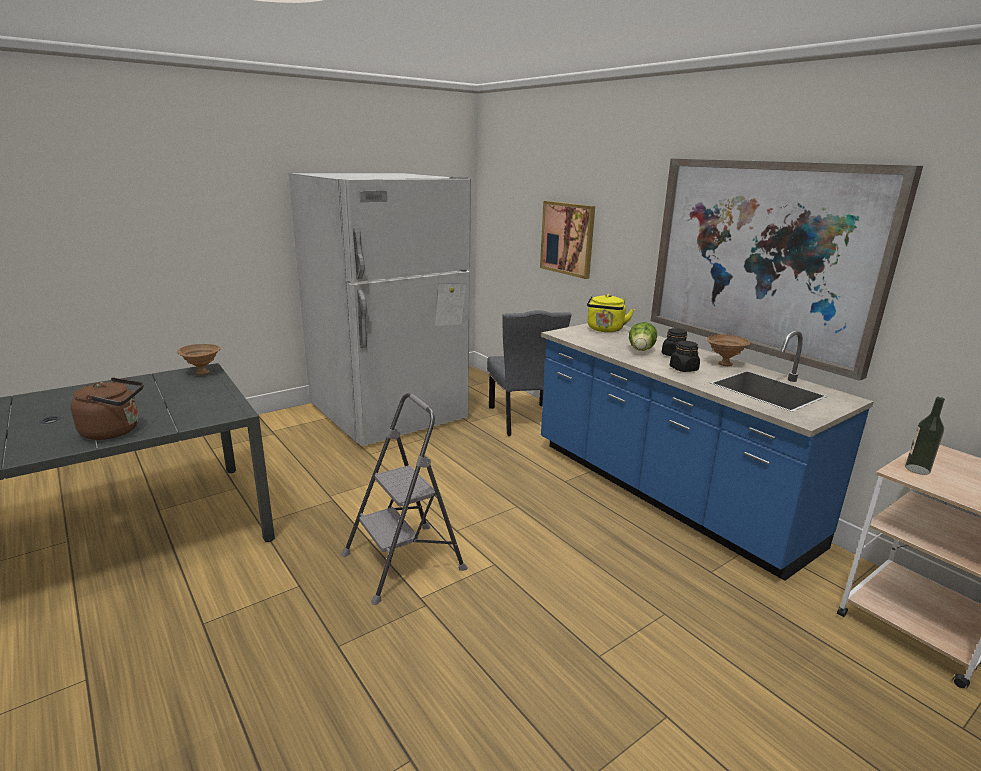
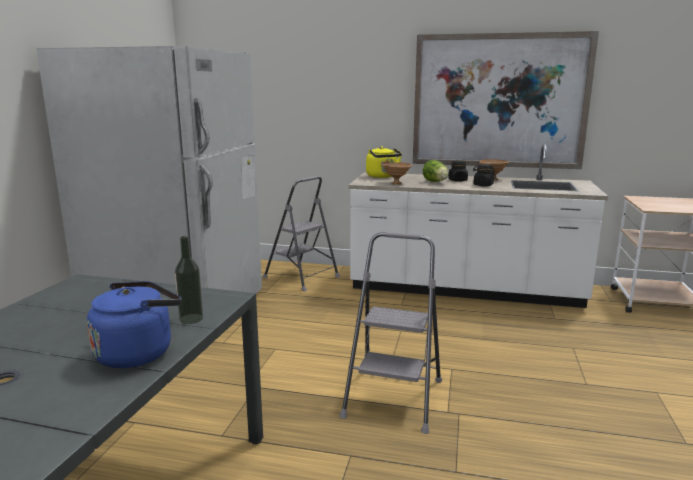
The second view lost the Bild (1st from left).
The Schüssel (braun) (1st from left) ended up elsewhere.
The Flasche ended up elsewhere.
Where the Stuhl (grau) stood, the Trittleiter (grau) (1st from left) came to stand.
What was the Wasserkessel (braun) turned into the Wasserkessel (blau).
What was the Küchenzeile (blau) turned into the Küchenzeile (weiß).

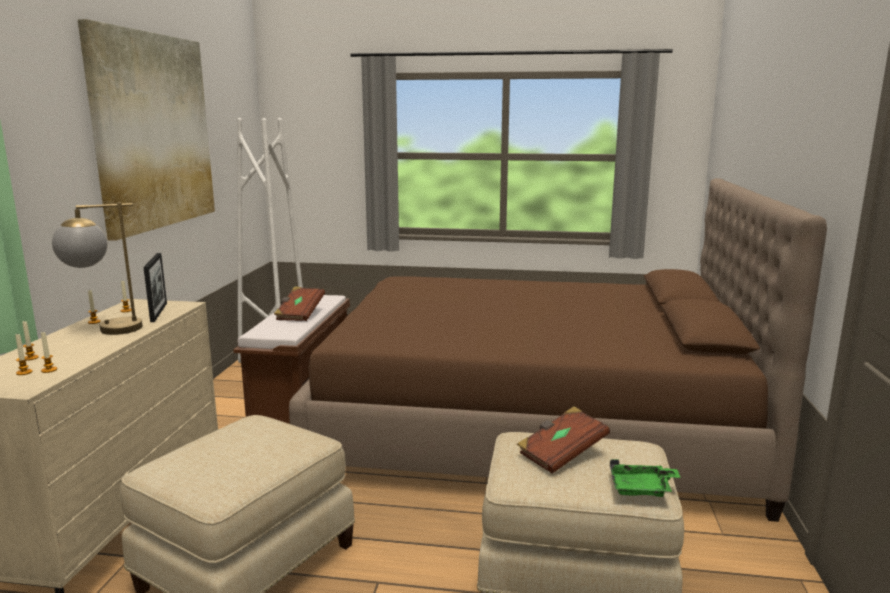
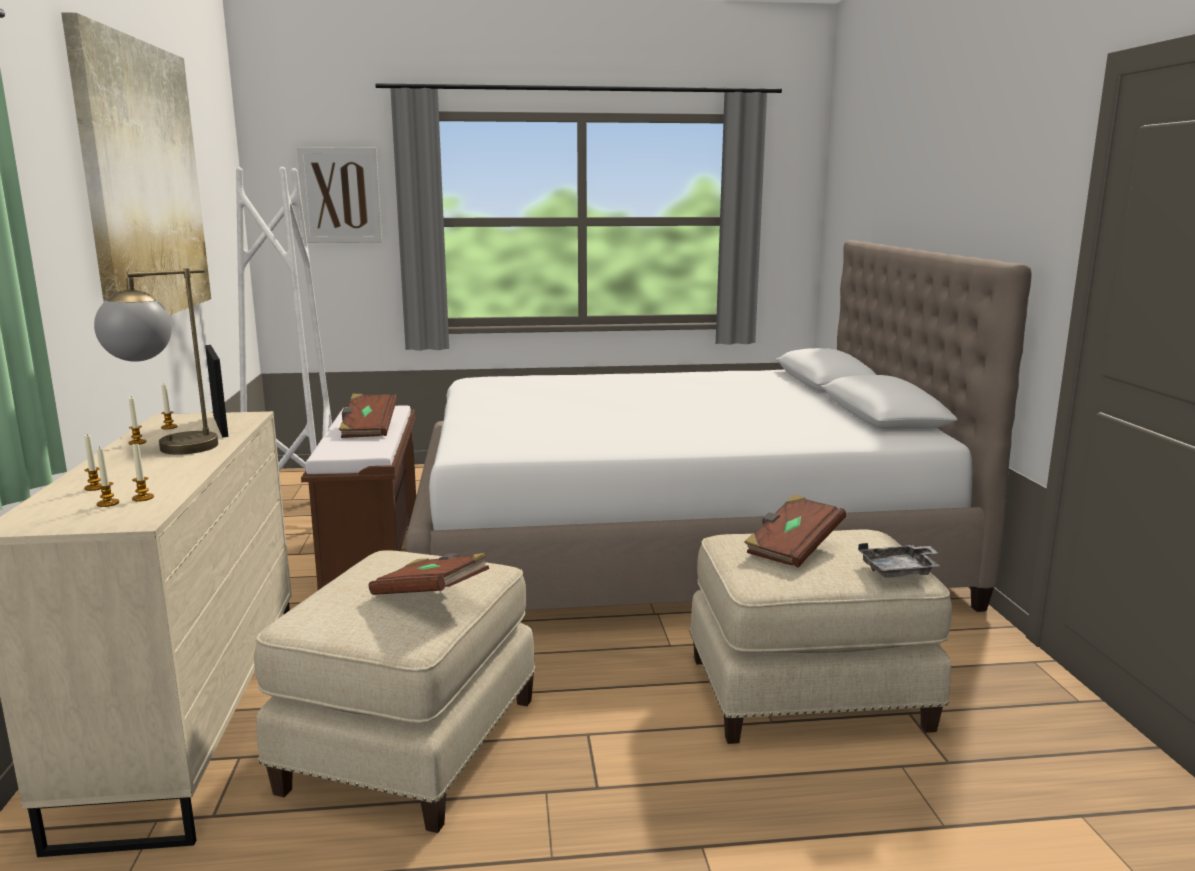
The second view gained the Bild (2nd from left).
The second view gained the Buch (braun) (2nd from left).
What was the Bett (braun) turned into the Bett (weiß).
What was the Tablett (grün) turned into the Tablett (grau).

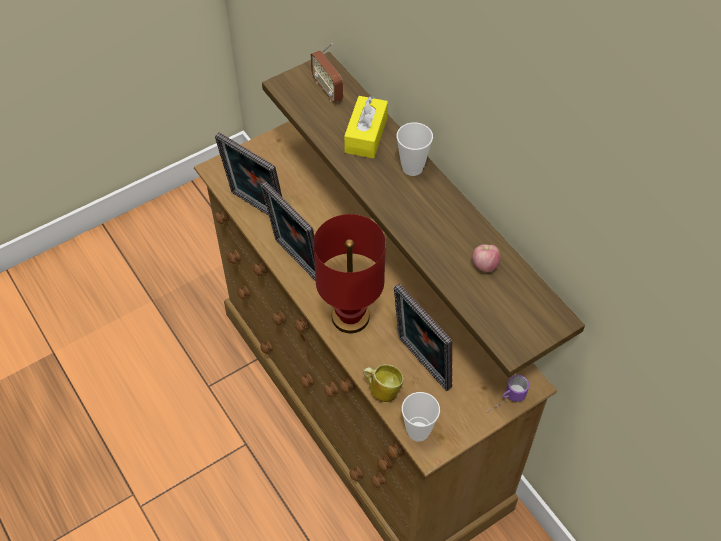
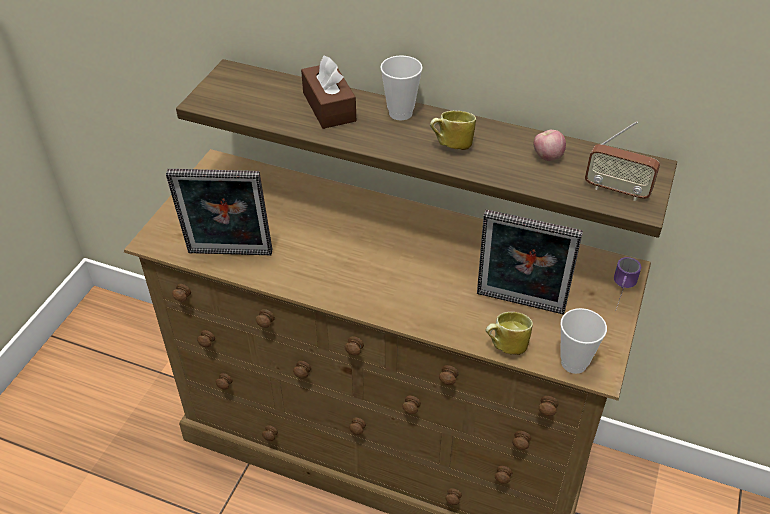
The second view lost the Bilderrahmen (2nd from left).
The second view lost the Tischlampe (rot).
The second view gained the Henkelbecher (1st from left).
The Radio ended up elsewhere.
What was the Taschentuchbox (gelb) turned into the Taschentuchbox (braun).

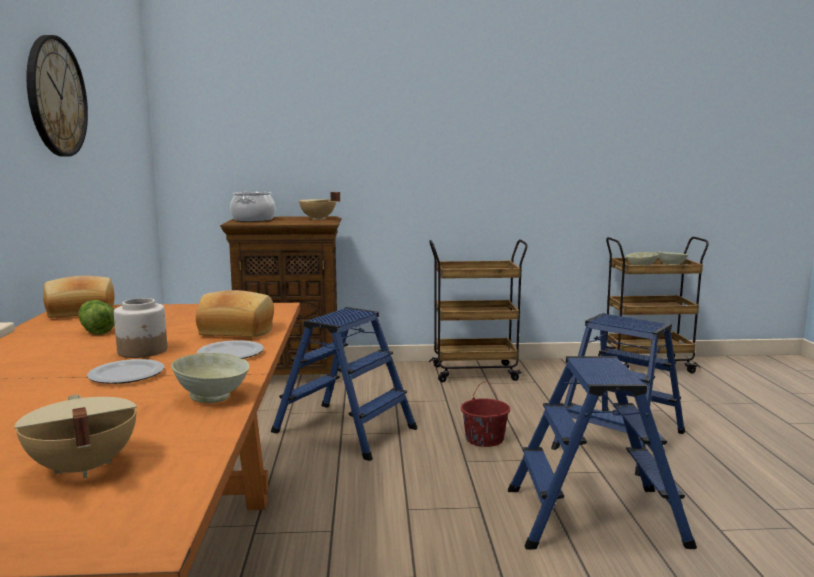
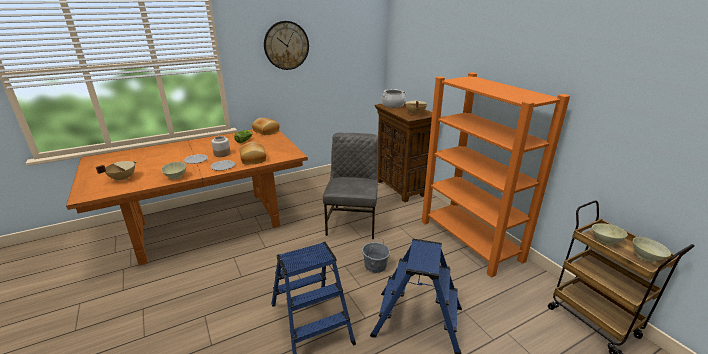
Where the Trittleiter (blau) (1st from left) stood, the Stuhl (grau) came to stand.
Where the Rollwagen (braun) (1st from left) stood, the Bücherregal (orange) came to stand.
What was the Eimer (rot) turned into the Eimer (grau).

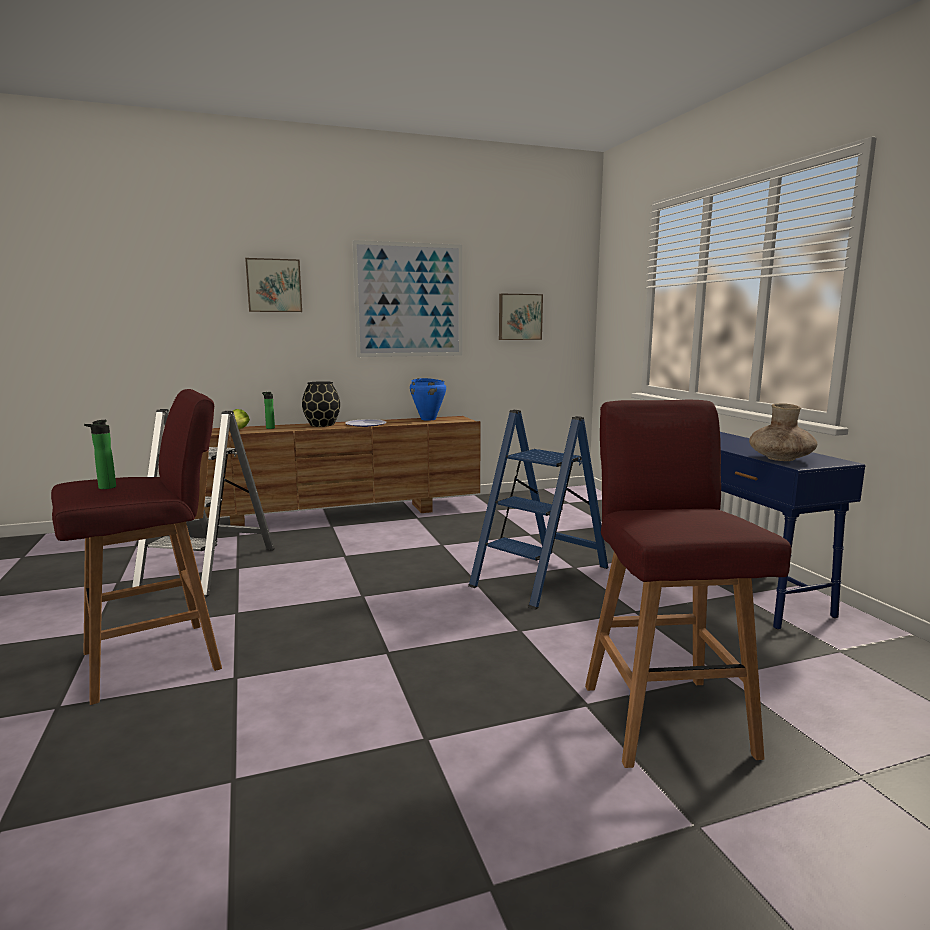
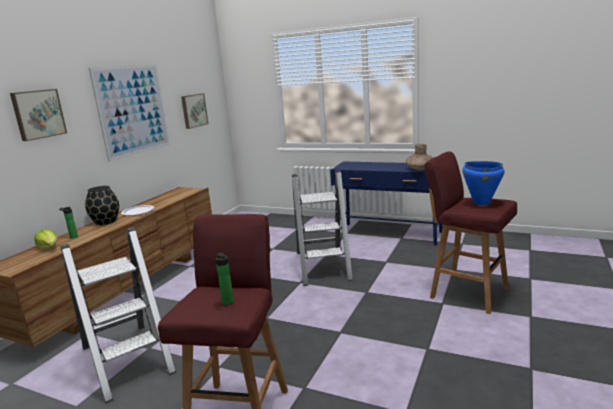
The Kochtopf (blau) ended up elsewhere.
What was the Trittleiter (blau) turned into the Trittleiter (grau) (2nd from left).

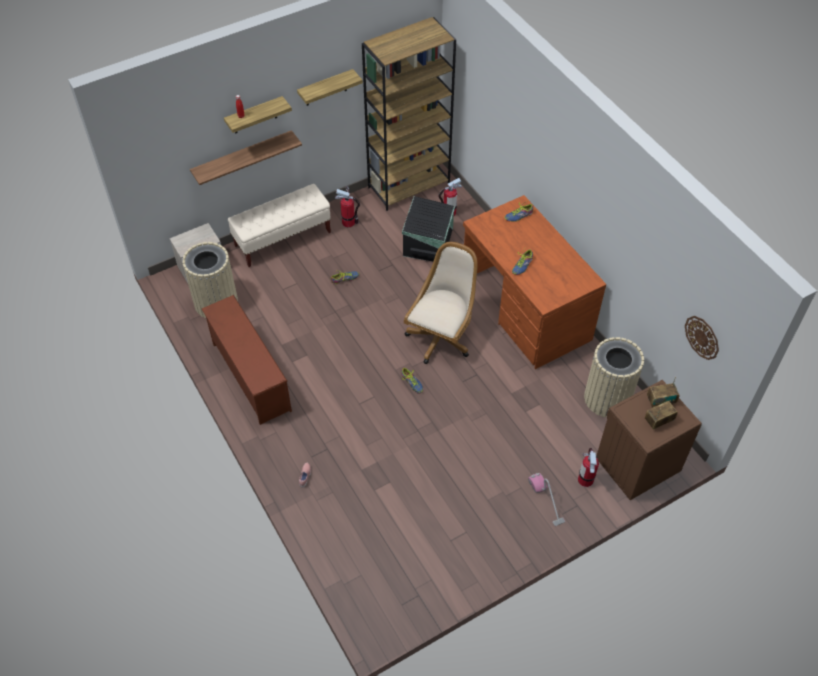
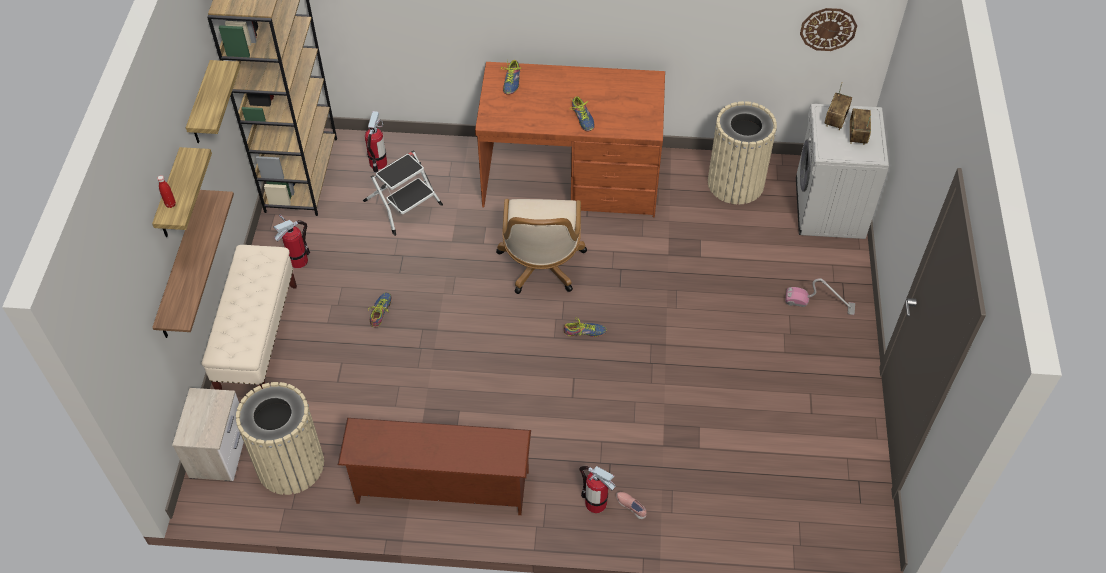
The Feuerlöscher (3rd from left) ended up elsewhere.
Where the Aufbewahrungsbox (schwarz) stood, the Trittleiter came to stand.
What was the Waschmaschine (braun) turned into the Waschmaschine (weiß).
The Bürostuhl ended up facing another way, 150 degrees counterclockwise from before.

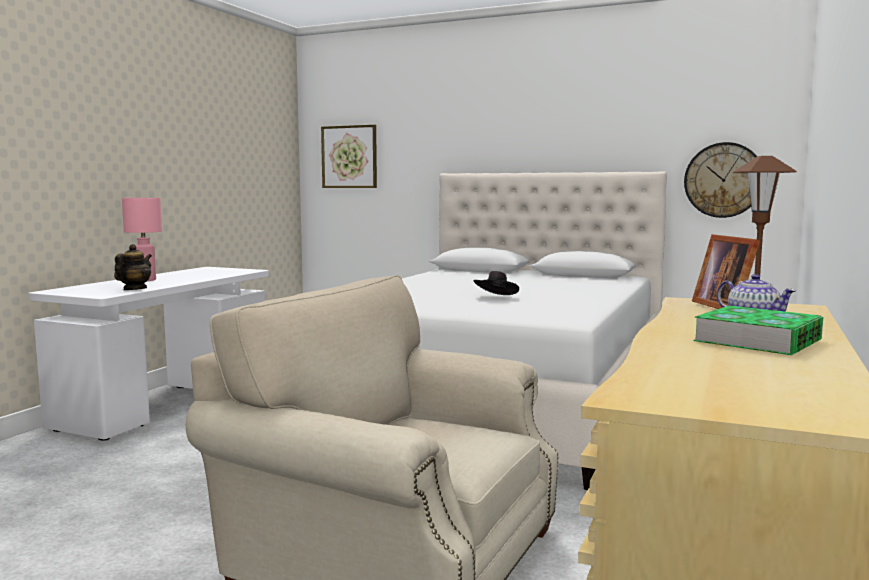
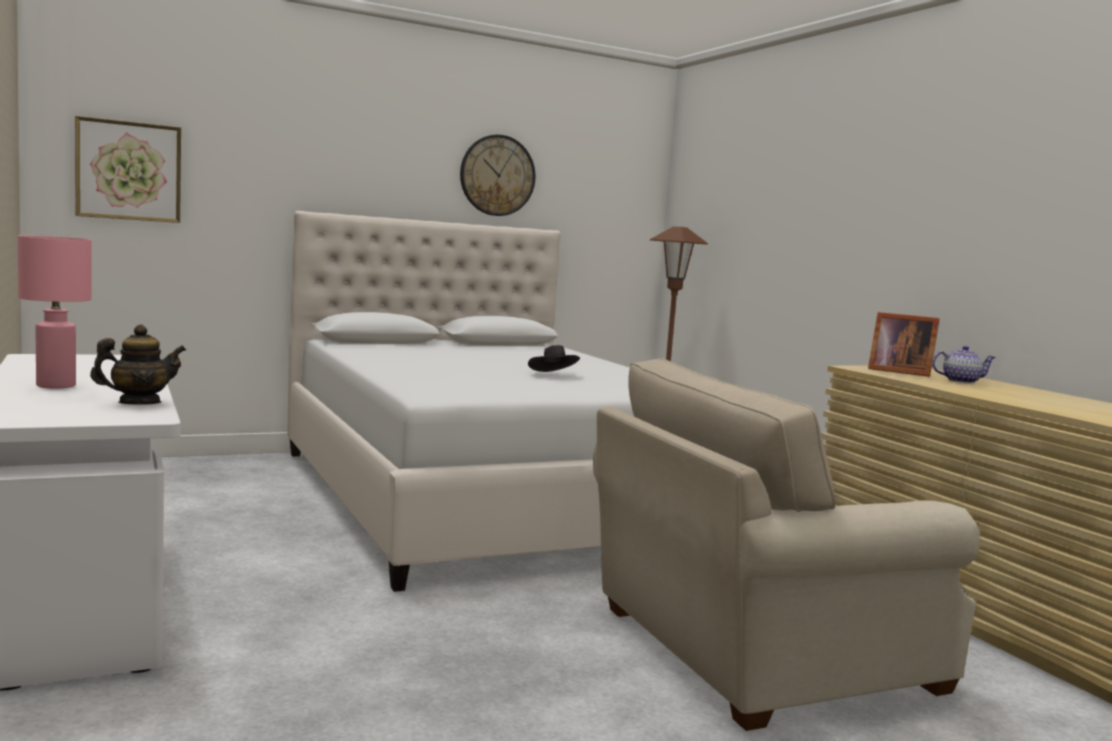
The second view lost the Buch.
The Wanduhr ended up elsewhere.
The Teekanne (1st from left) ended up facing another way, 90 degrees clockwise from before.

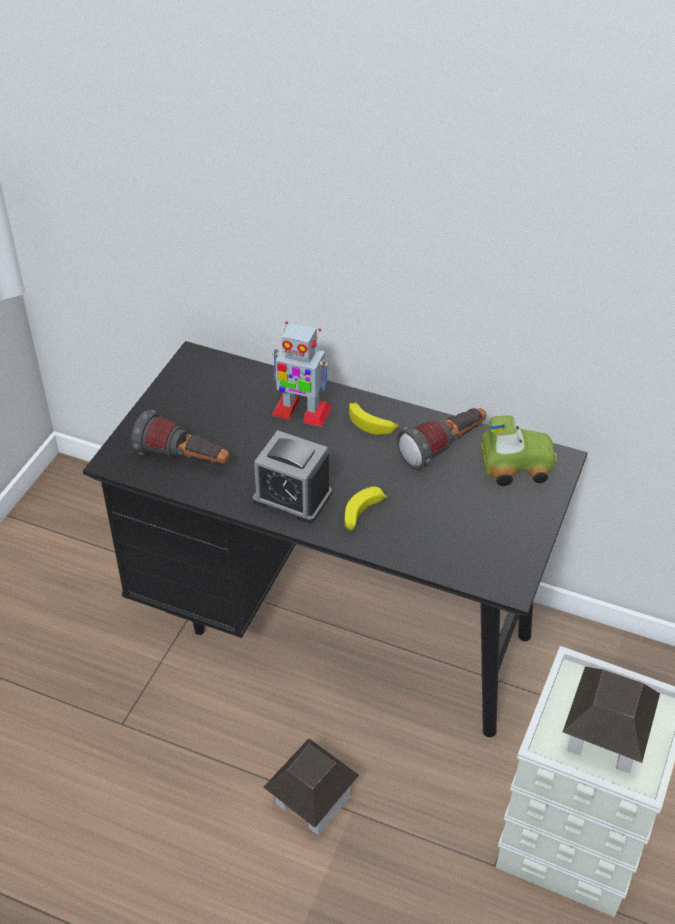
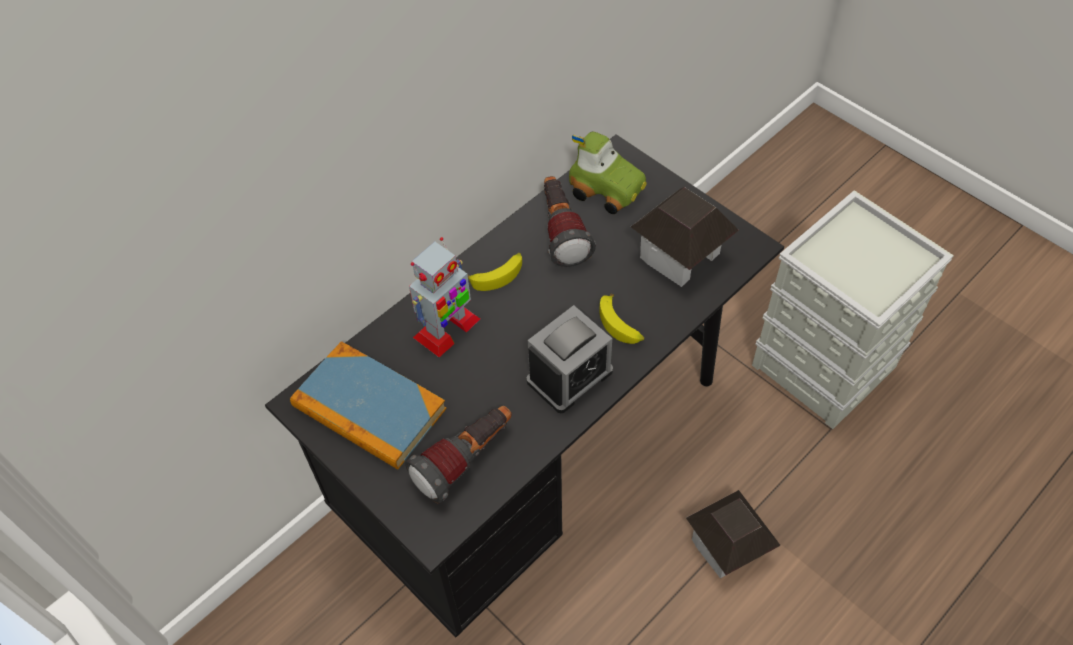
The second view gained the Buch.
The Spielzeughaus (2nd from left in the first image) ended up elsewhere.
The Spielzeugauto ended up facing another way, 105 degrees clockwise from before.

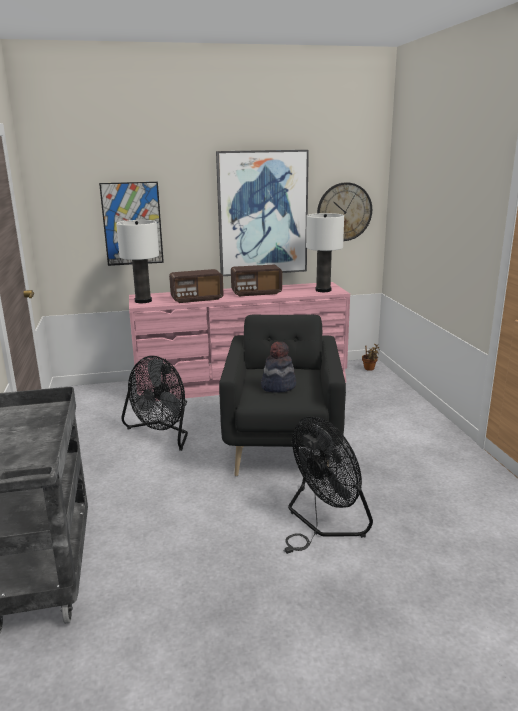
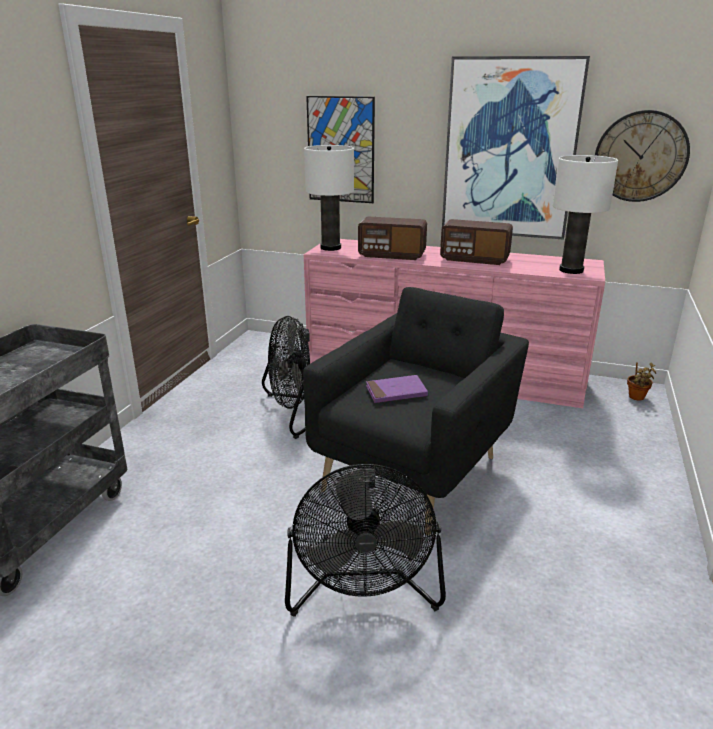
Where the Hut stood, the Buch (lila) came to stand.
The Ventilator (schwarz) (2nd from left) ended up facing another way, 90 degrees clockwise from before.

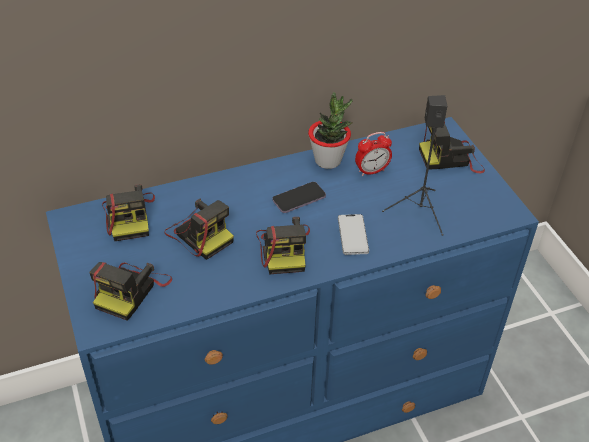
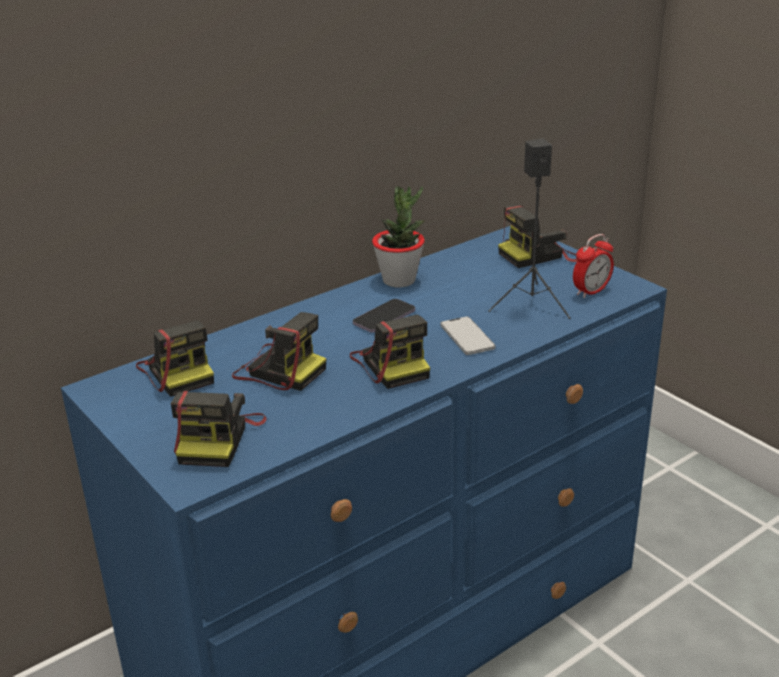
The Wecker ended up elsewhere.

